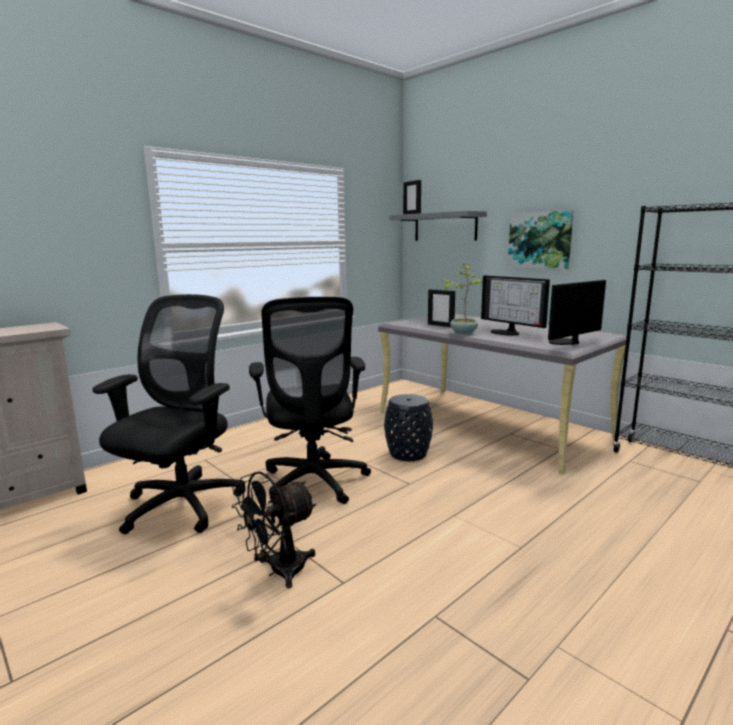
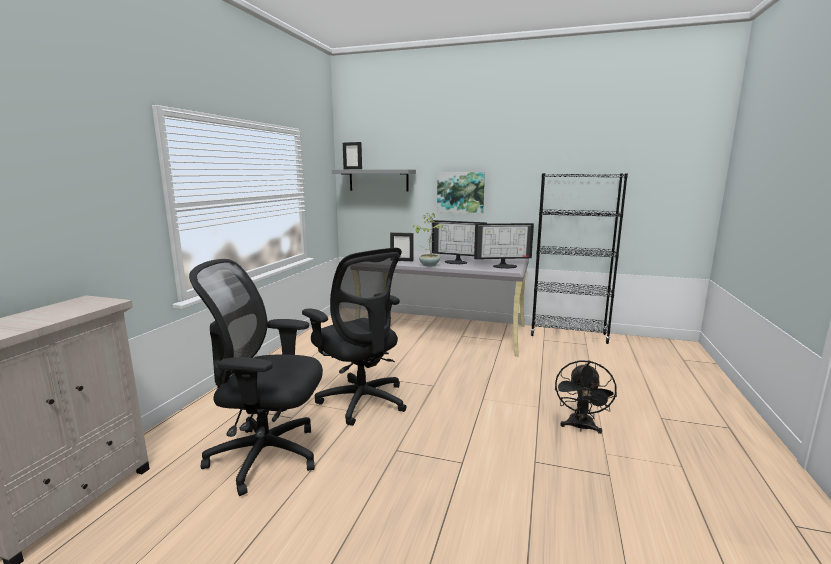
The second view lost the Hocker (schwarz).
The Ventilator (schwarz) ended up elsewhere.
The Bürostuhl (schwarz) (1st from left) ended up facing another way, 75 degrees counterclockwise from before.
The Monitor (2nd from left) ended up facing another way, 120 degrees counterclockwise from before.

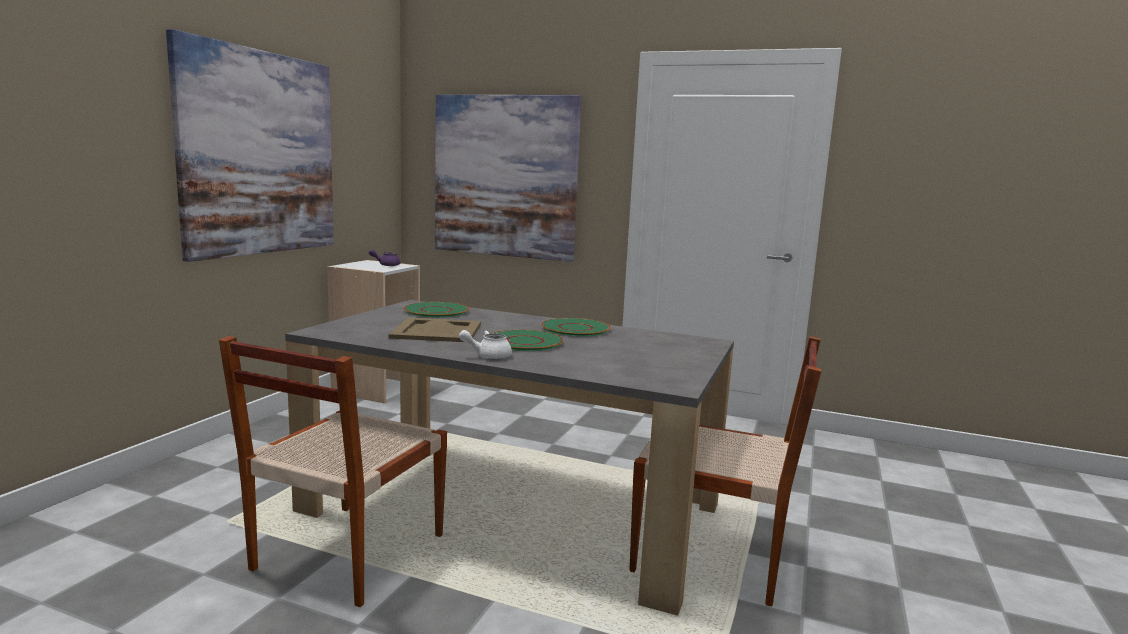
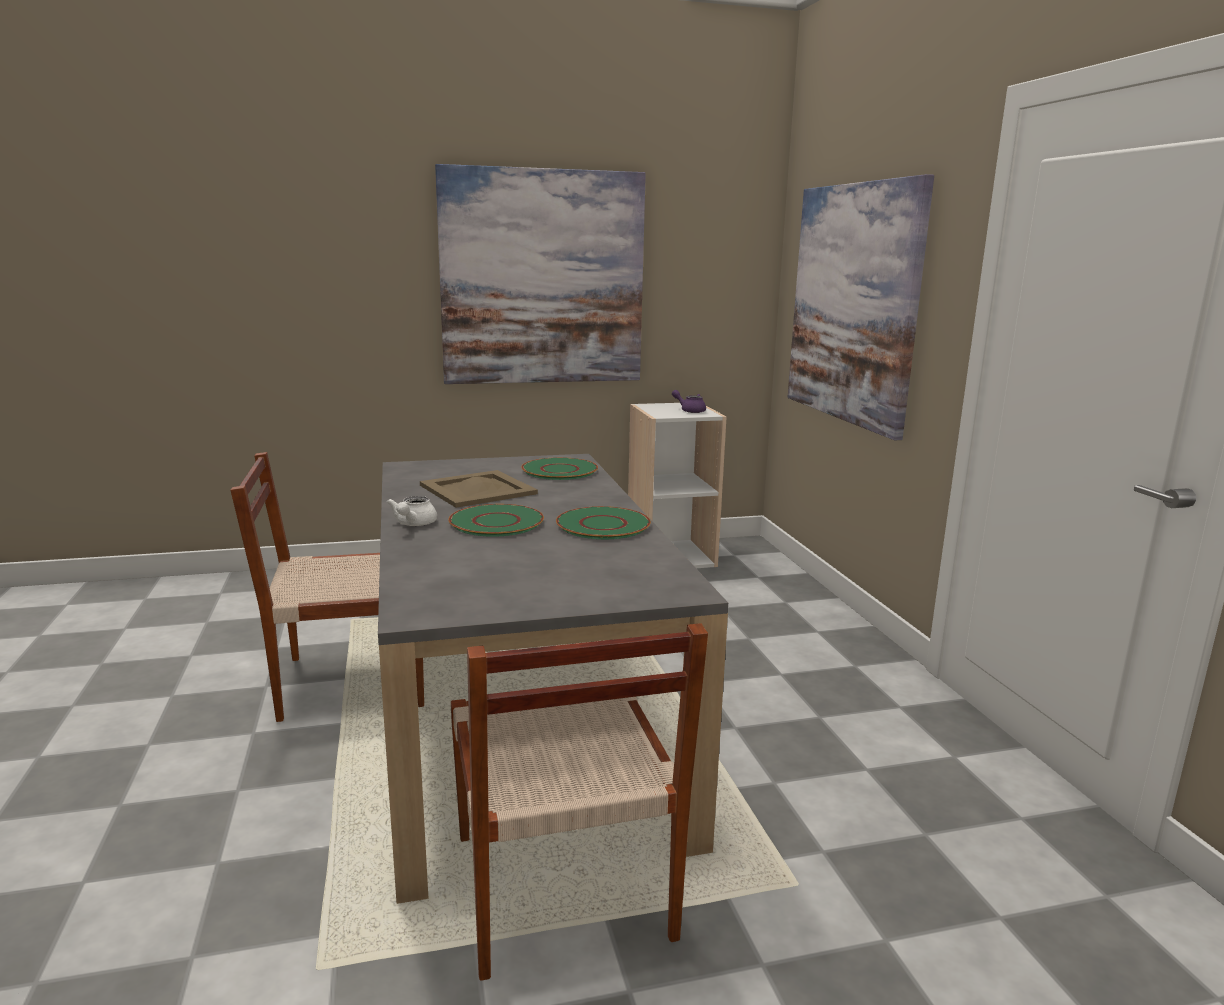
The Teekanne (weiß) ended up facing another way, 120 degrees counterclockwise from before.

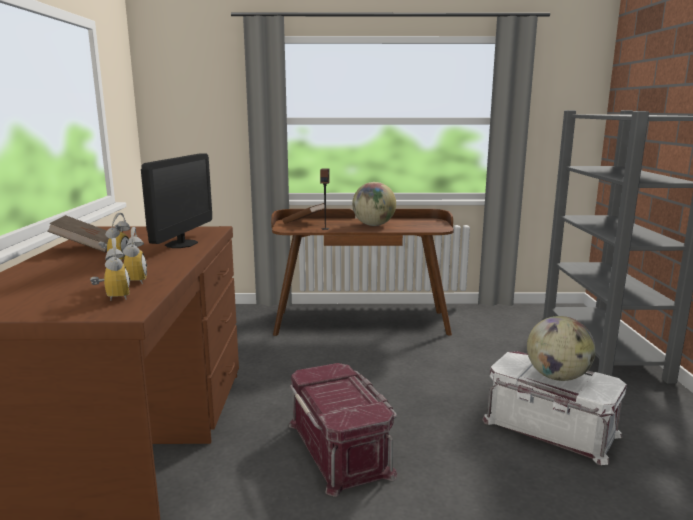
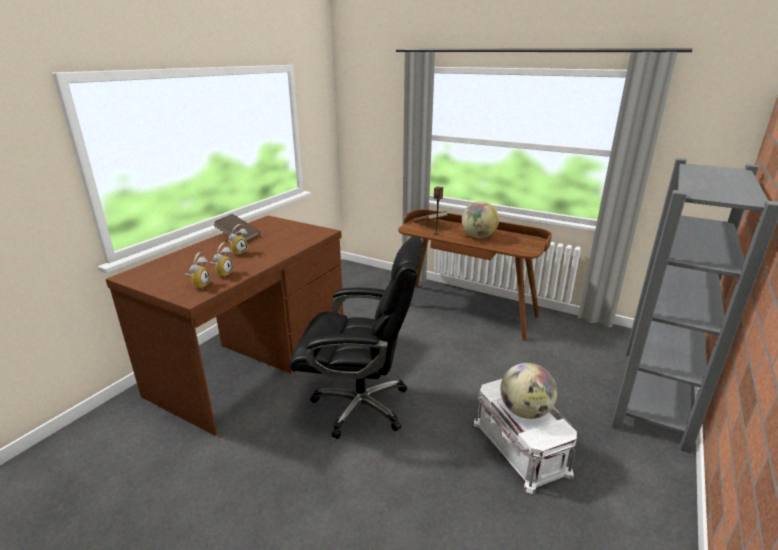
The second view lost the Monitor.
Where the Aufbewahrungsbox (rot) stood, the Bürostuhl (schwarz) came to stand.

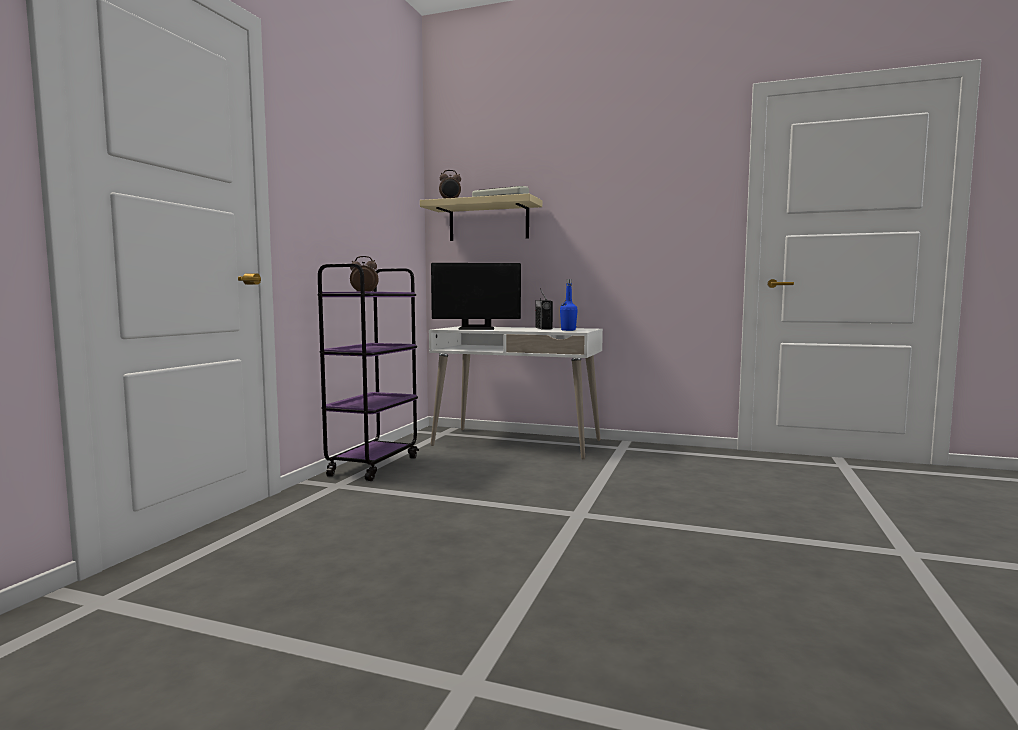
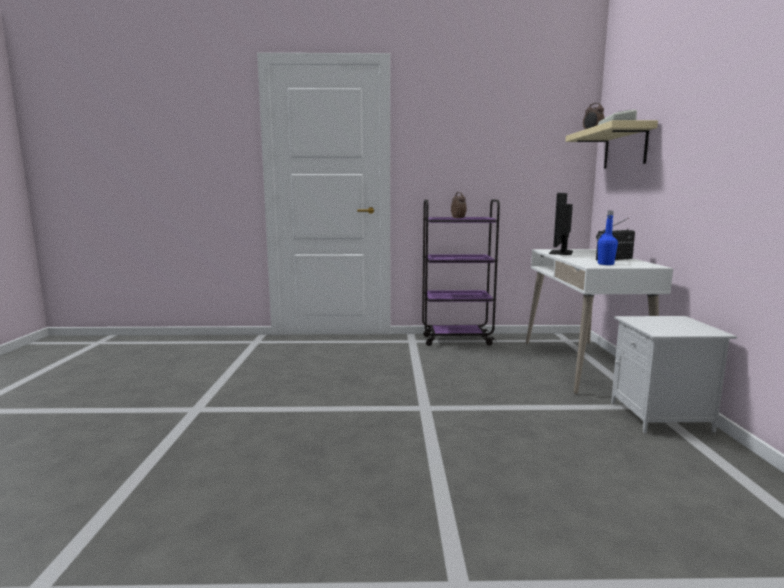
The second view gained the Nachttisch (grau).
The Monitor ended up facing another way, 45 degrees clockwise from before.

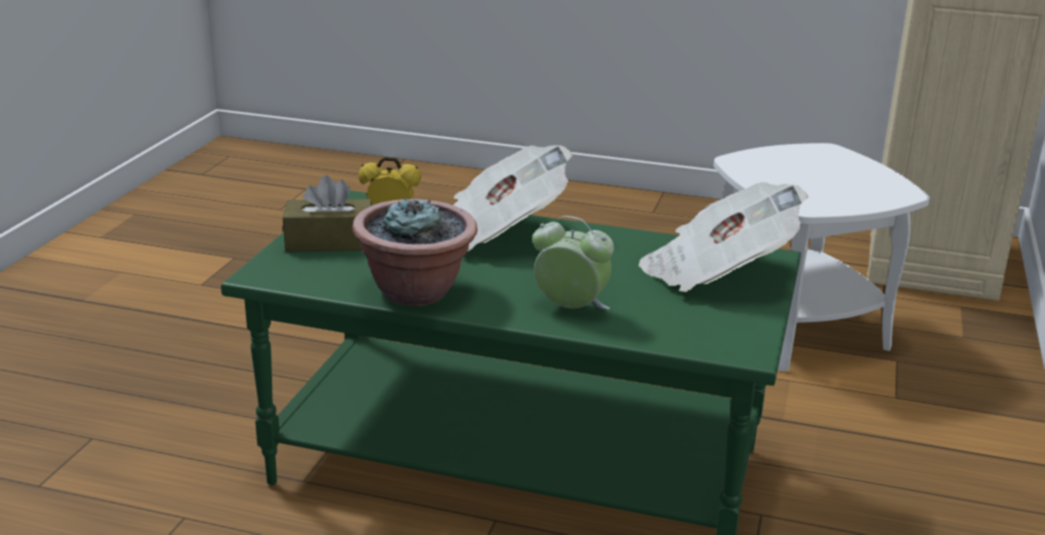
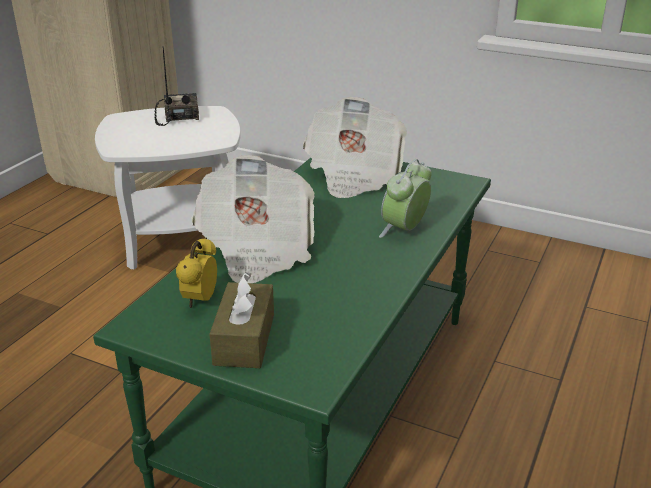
The second view lost the Topfpflanze.
The second view gained the Radio.

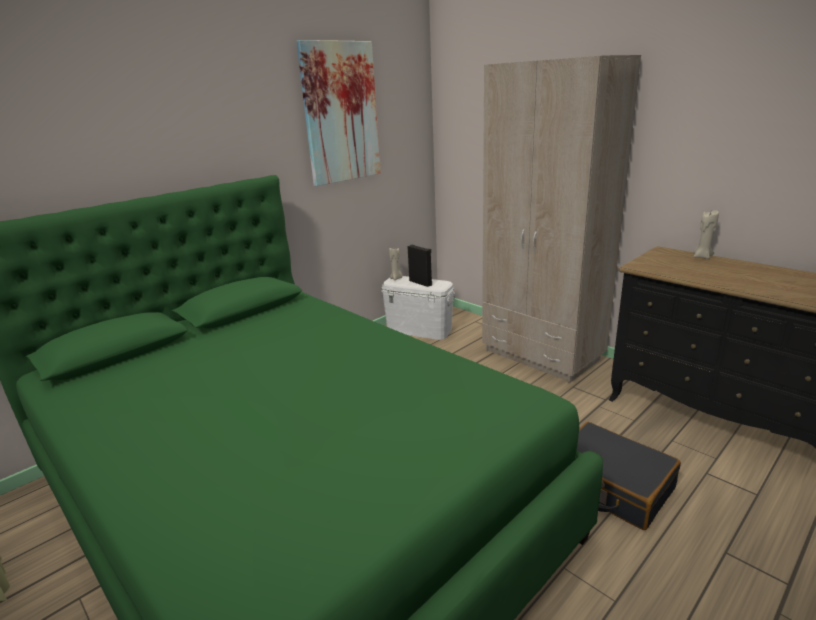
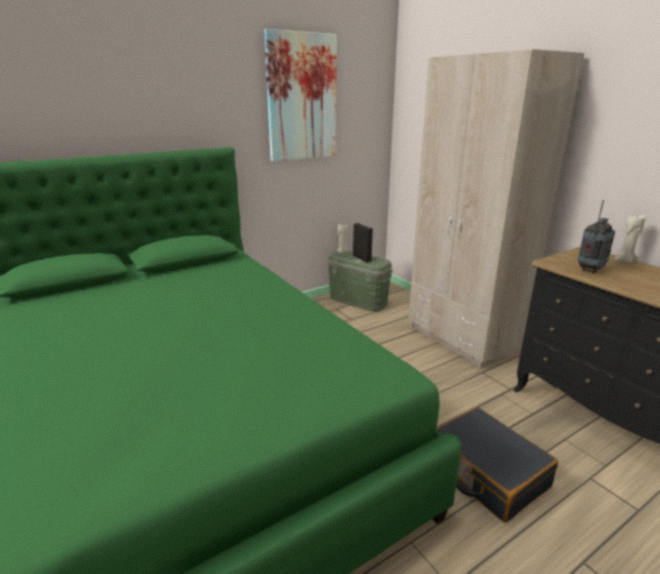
The second view gained the Radio.
What was the Aufbewahrungsbox (weiß) turned into the Aufbewahrungsbox (grün).

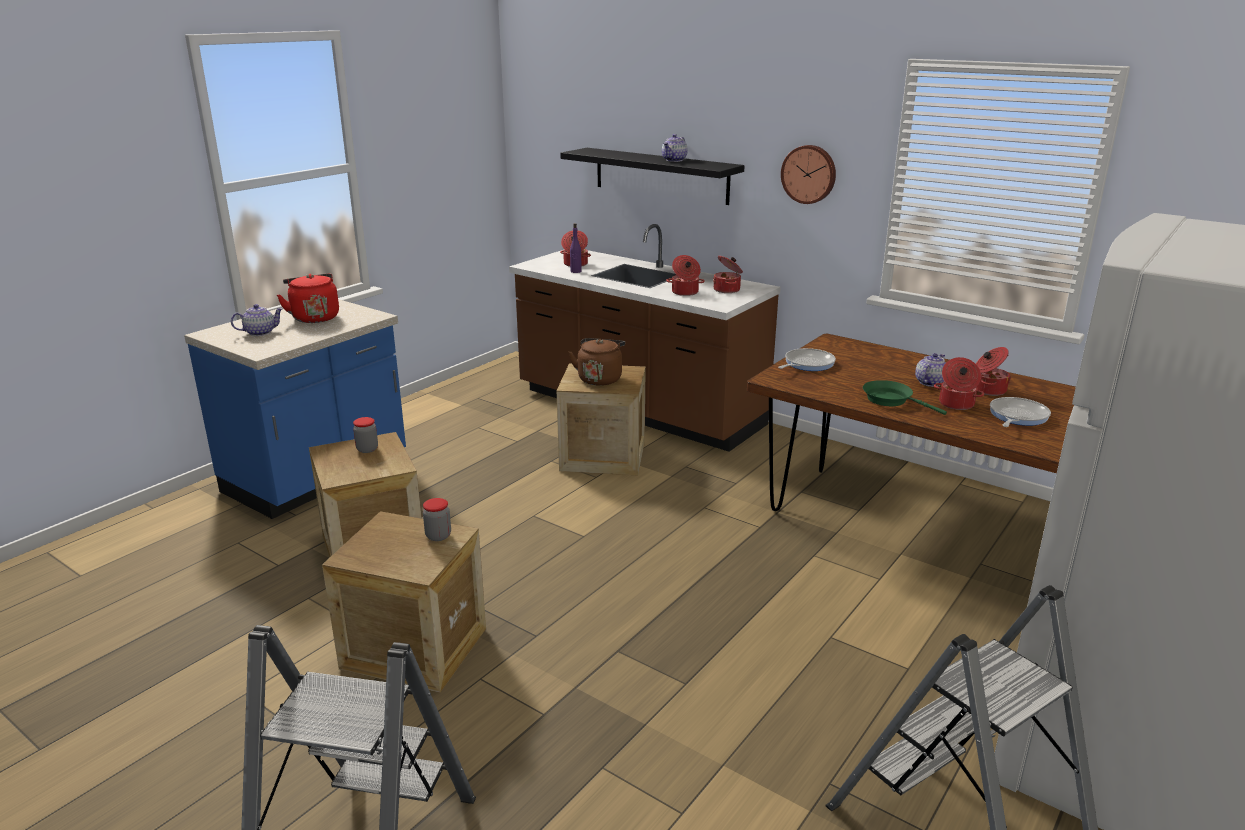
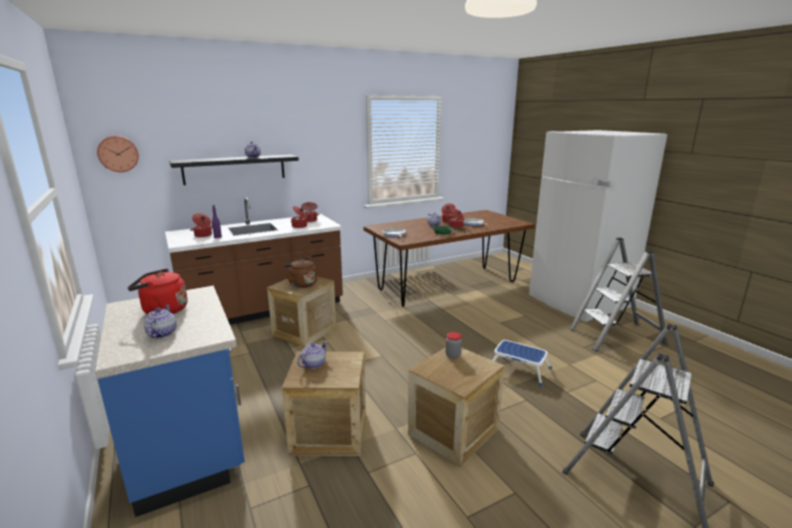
The second view gained the Trittleiter (blau).
The Wanduhr ended up elsewhere.
Where the Vorratsglas (1st from left) stood, the Teekanne (3rd from left) came to stand.

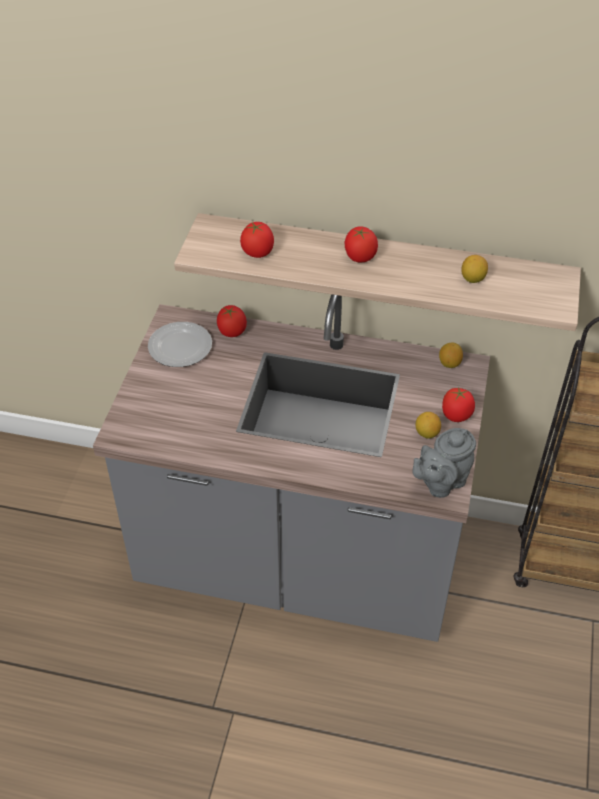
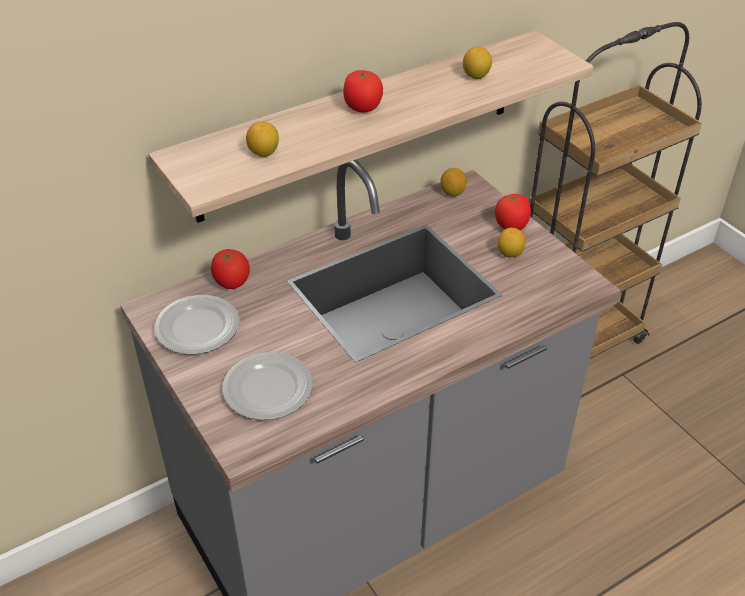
The second view lost the Teekanne (grau).
The second view gained the Teller (2nd from left).
Where the Tomate (2nd from left) stood, the Zitrone (1st from left) came to stand.

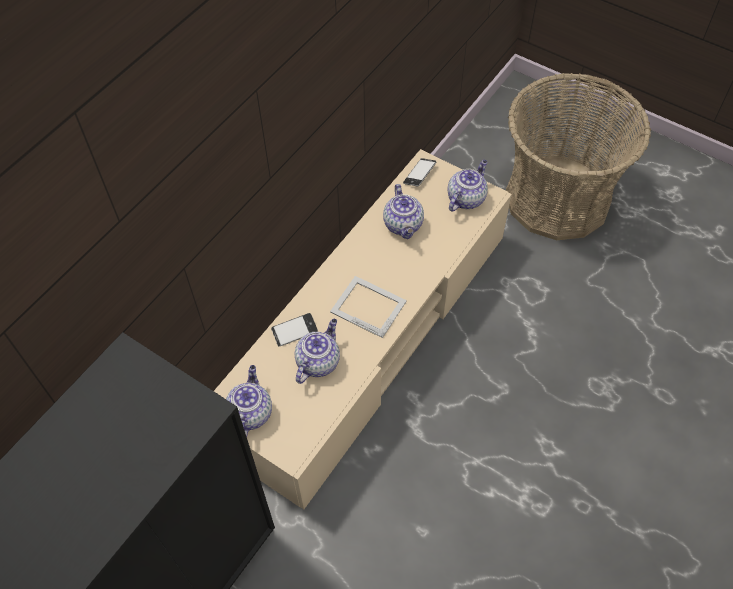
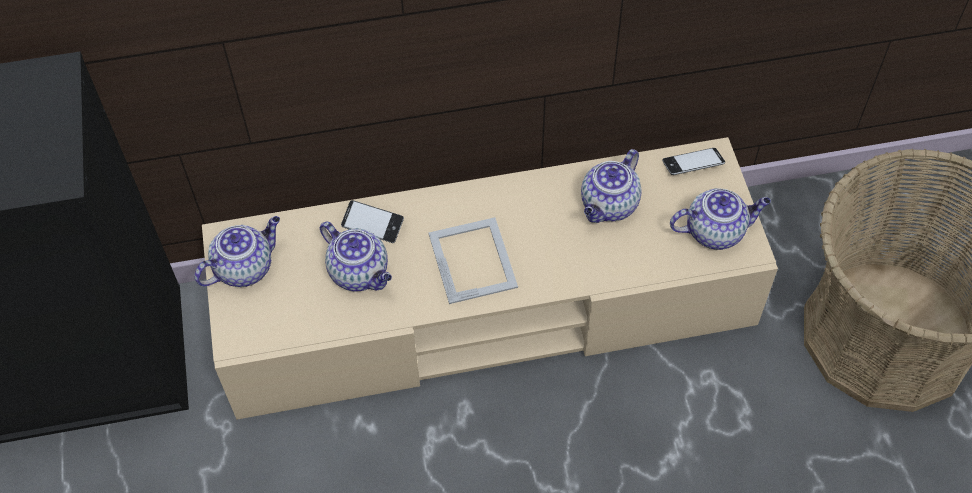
The Teekanne (2nd from left) ended up facing another way, 60 degrees clockwise from before.

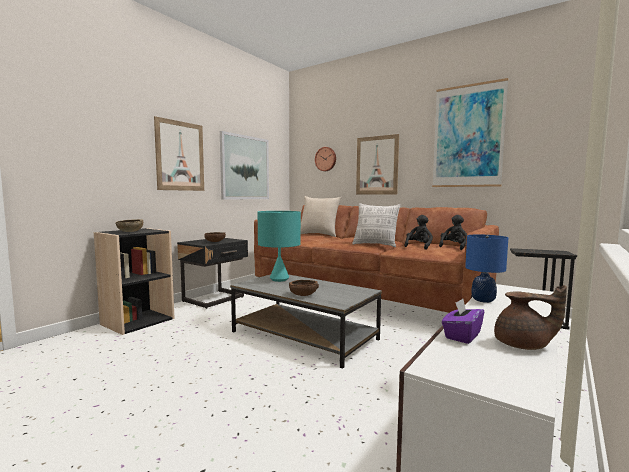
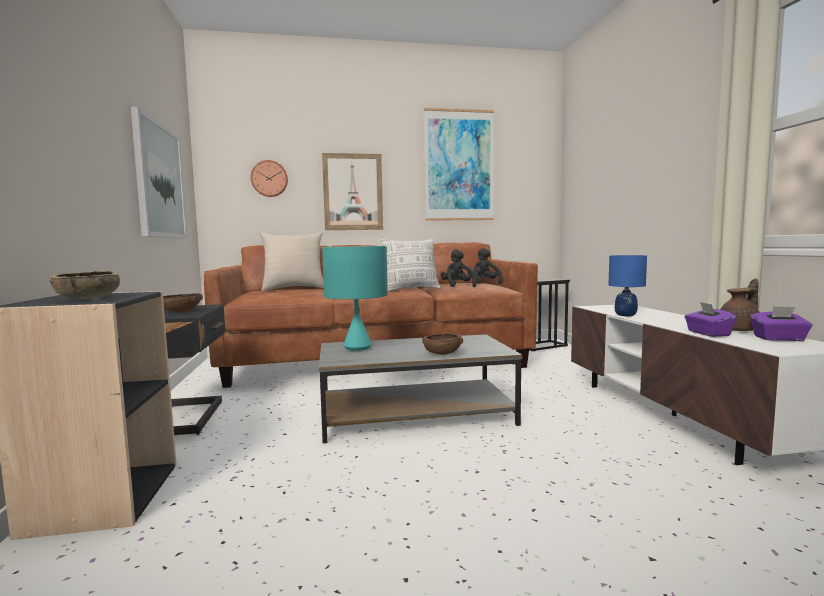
The second view lost the Bild (1st from left).
The second view gained the Taschentuchbox (lila) (2nd from left).

